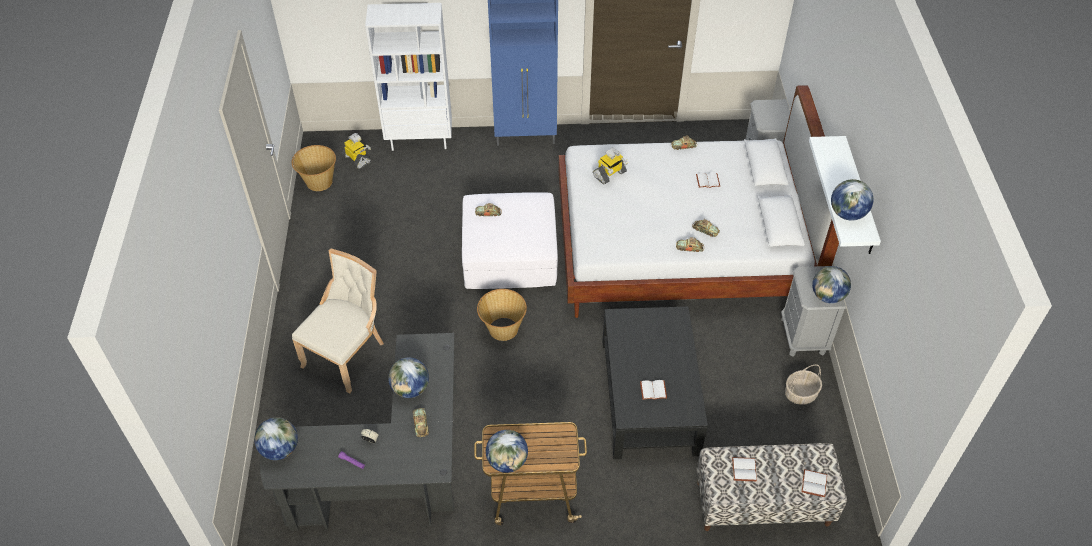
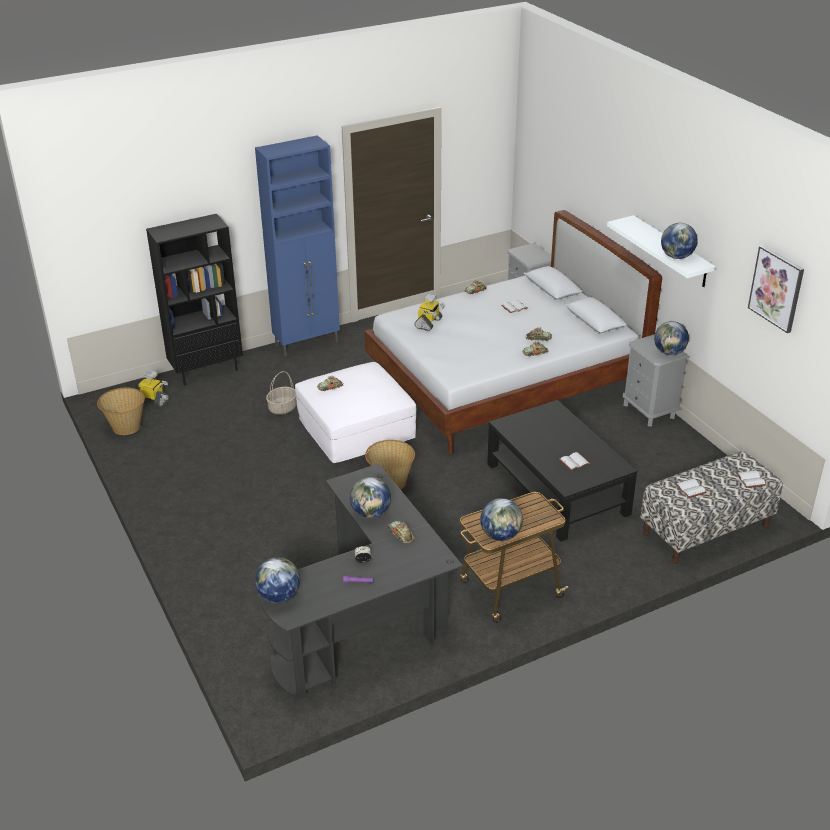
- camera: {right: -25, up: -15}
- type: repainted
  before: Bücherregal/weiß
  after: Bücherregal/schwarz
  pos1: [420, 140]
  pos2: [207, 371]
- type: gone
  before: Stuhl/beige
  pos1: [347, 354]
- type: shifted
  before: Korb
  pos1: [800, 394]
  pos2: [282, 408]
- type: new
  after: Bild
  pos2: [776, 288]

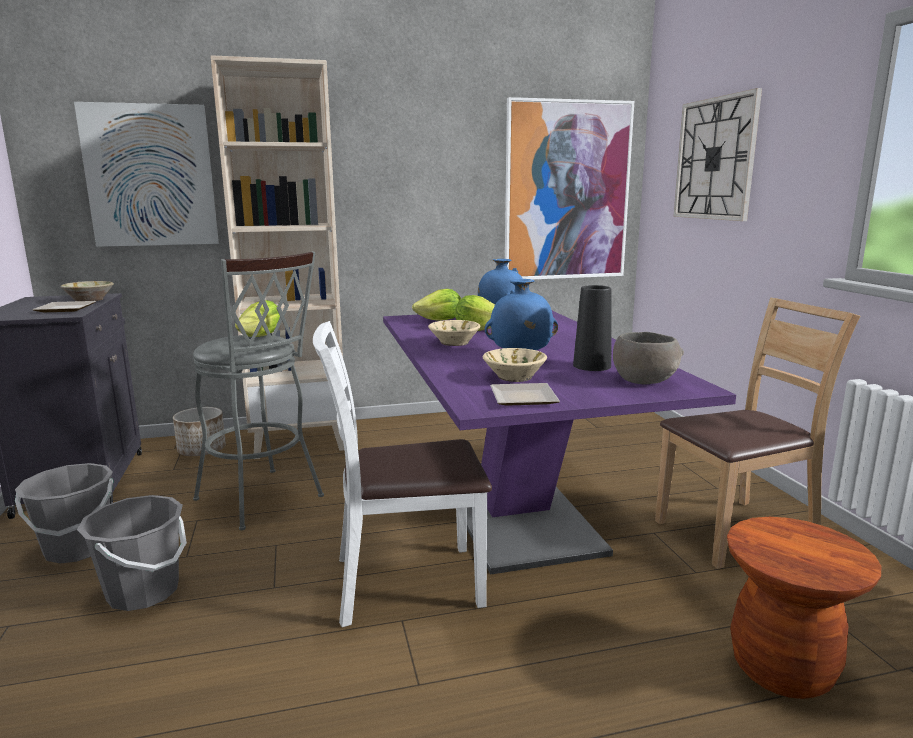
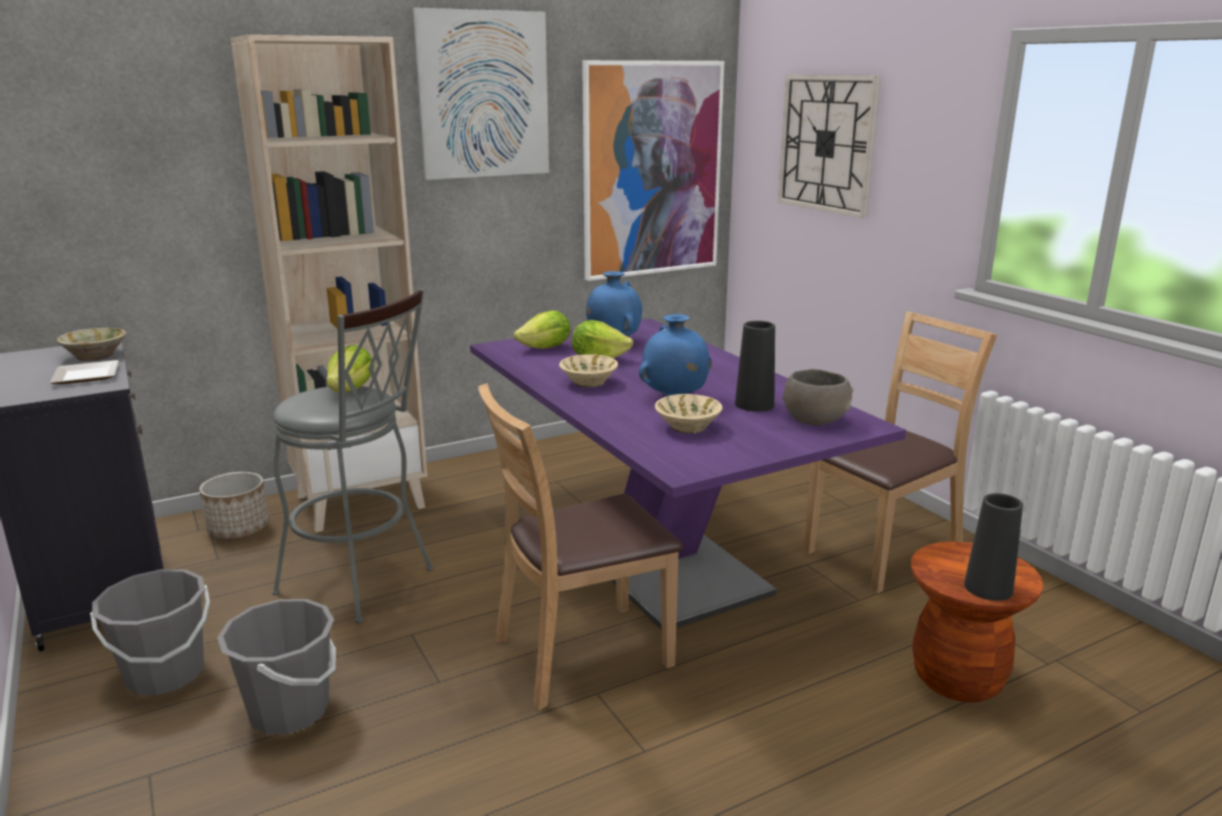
- camera: {right: -15, up: 5}
- type: shifted
  before: Bild
  pos1: [150, 176]
  pos2: [484, 95]
- type: repainted
  before: Stuhl/weiß
  after: Stuhl/braun
  pos1: [406, 582]
  pos2: [580, 654]
- type: gone
  before: Teller
  pos1: [526, 399]
- type: new
  after: Vase/schwarz
  pos2: [988, 588]

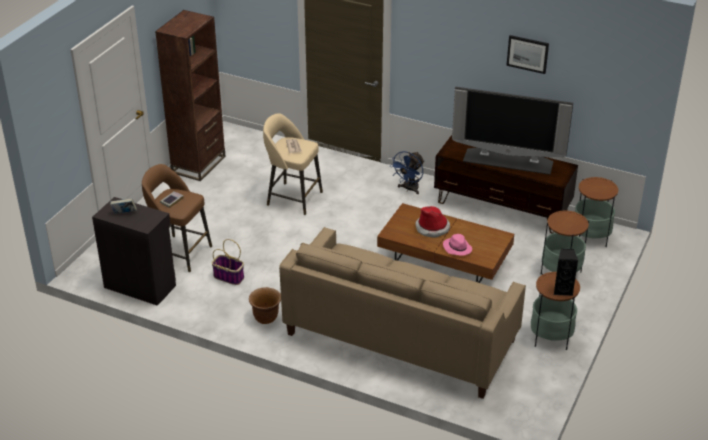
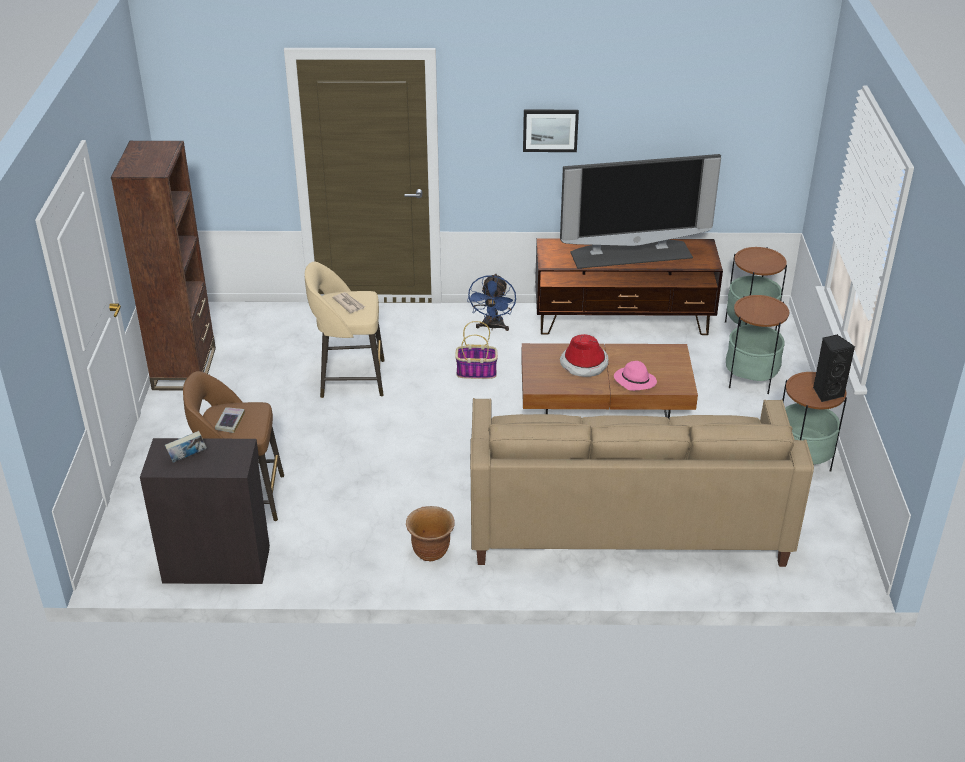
- camera: {right: -25, up: 0}
- type: shifted
  before: Bild
  pos1: [527, 54]
  pos2: [550, 130]
- type: shifted
  before: Korb
  pos1: [229, 277]
  pos2: [477, 372]

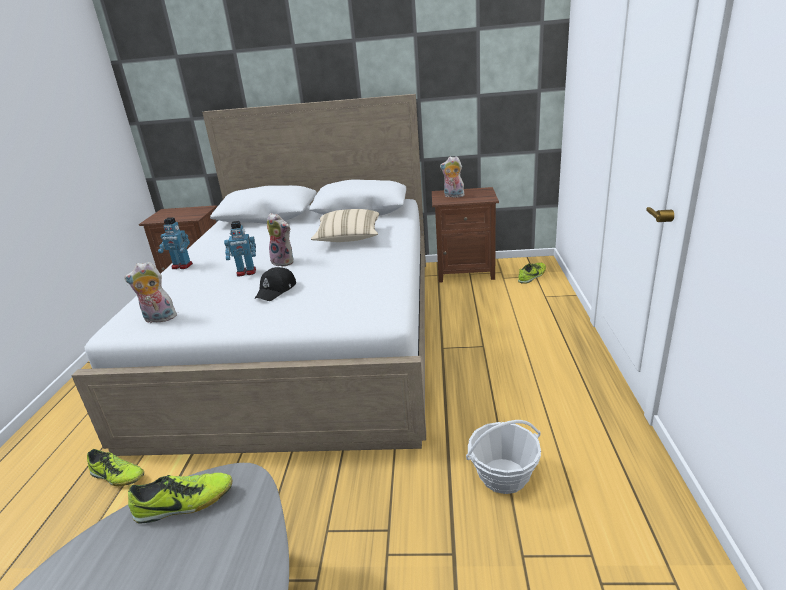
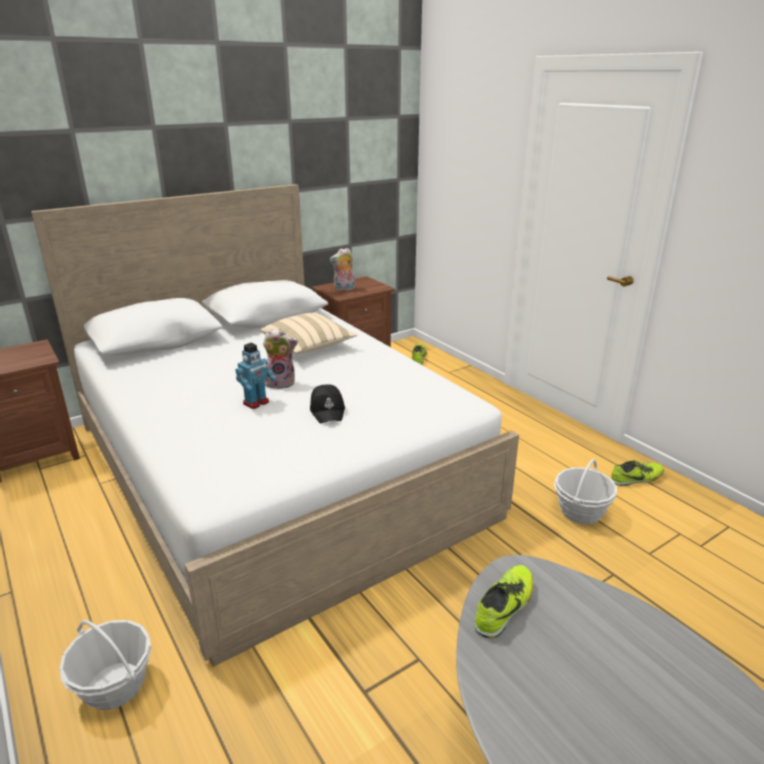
- camera: {right: -40, up: 0}
- type: gone
  before: Spielzeugroboter
  pos1: [181, 266]
- type: gone
  before: Plüschtier
  pos1: [158, 319]
- type: shifted
  before: Schuh
  pos1: [117, 476]
  pos2: [636, 479]
- type: new
  after: Korb
  pos2: [115, 685]

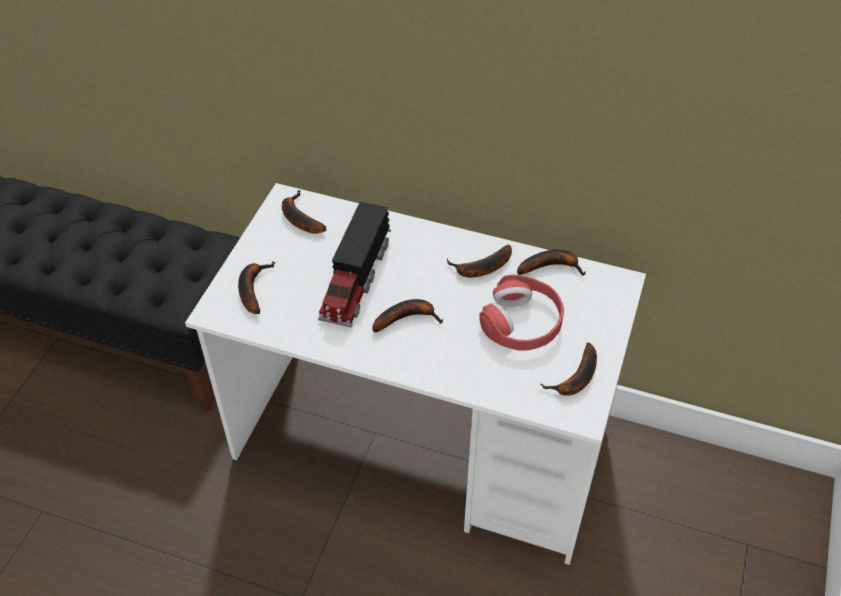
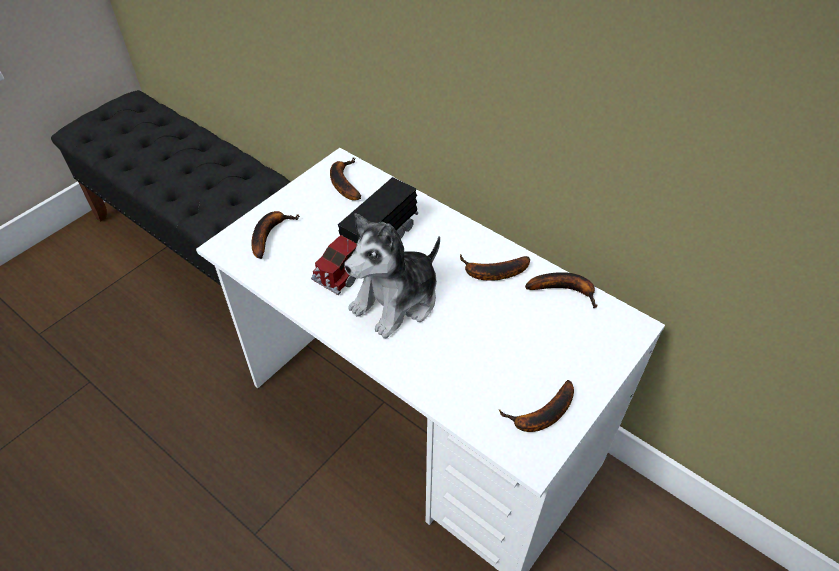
- camera: {right: 20, up: 0}
- type: gone
  before: Kopfhörer/rot
  pos1: [522, 323]
- type: swapped
  before: Banane
  after: Plüschtier
  pos1: [407, 318]
  pos2: [397, 301]

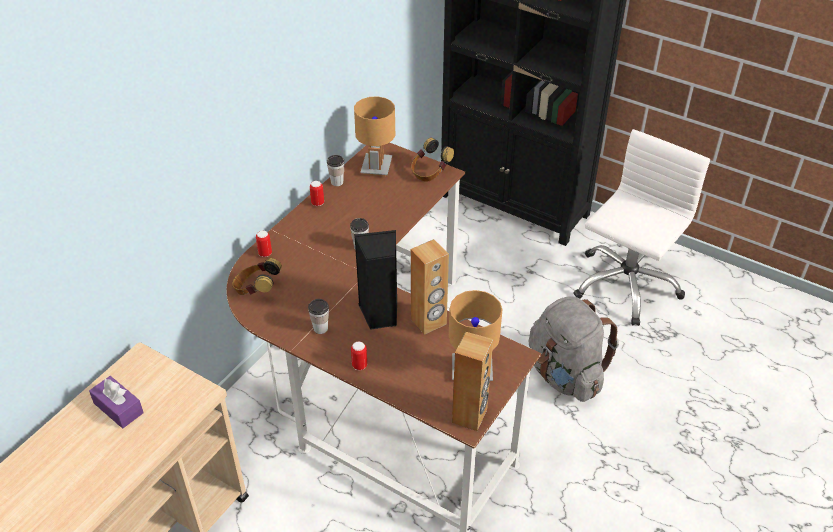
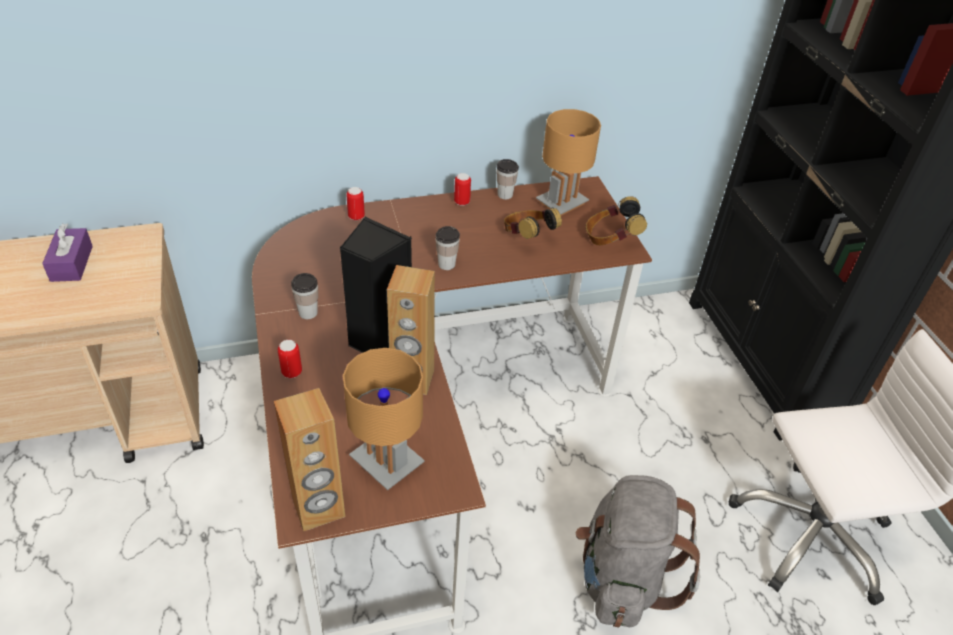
- camera: {right: 40, up: 0}
- type: shifted
  before: Kopfhörer
  pos1: [257, 290]
  pos2: [527, 237]

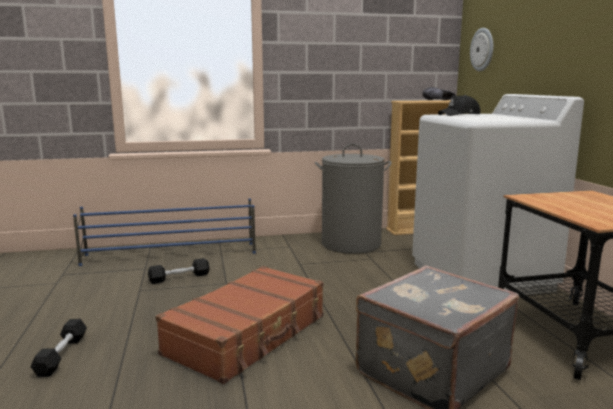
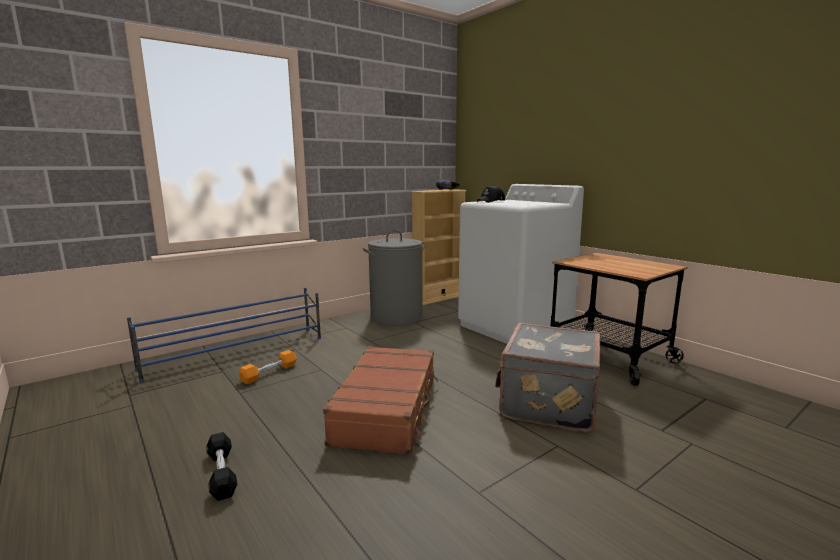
- camera: {right: -25, up: 0}
- type: gone
  before: Wanduhr
  pos1: [482, 49]
- type: repainted
  before: Hantel/schwarz
  after: Hantel/orange
  pos1: [179, 277]
  pos2: [269, 373]

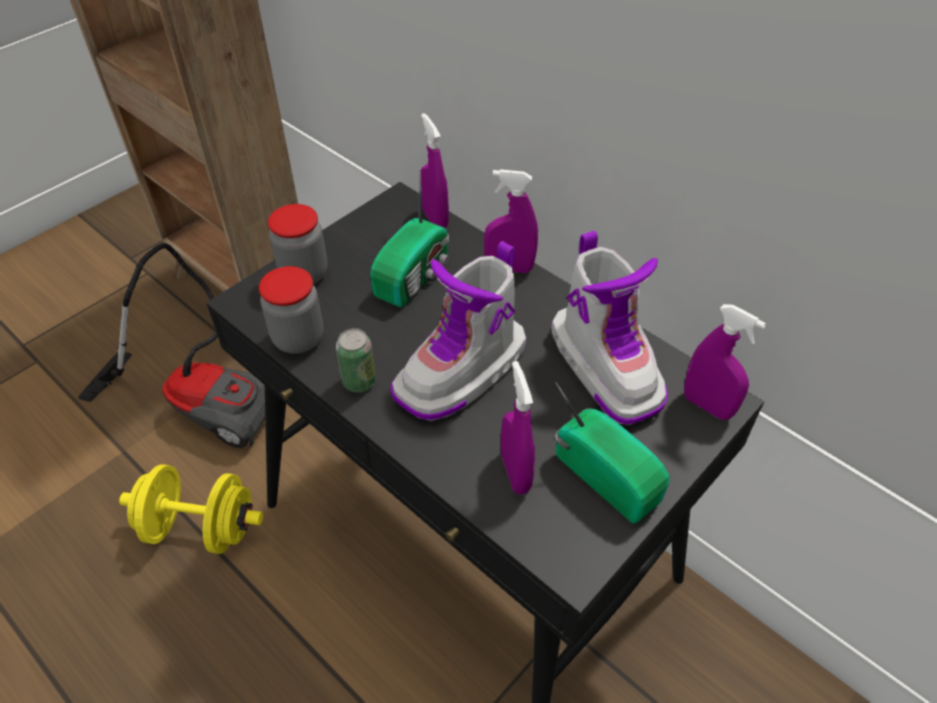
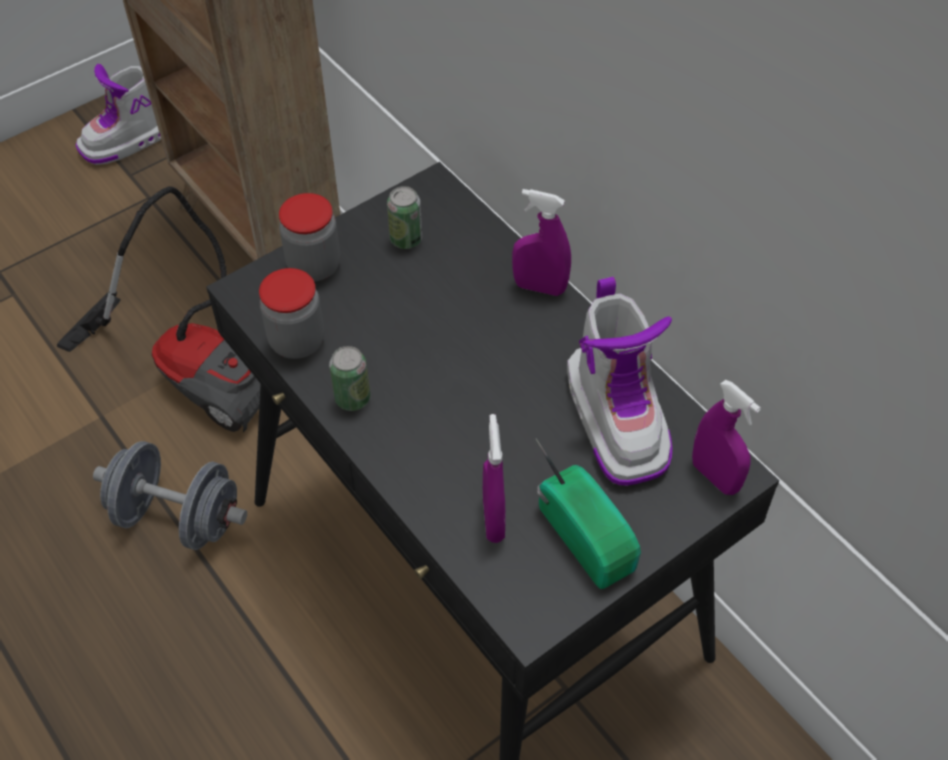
- camera: {right: 10, up: 5}
- type: gone
  before: Sprühflasche/lila
  pos1: [435, 219]
- type: gone
  before: Radio
  pos1: [415, 276]
- type: shifted
  before: Stiefel
  pos1: [463, 372]
  pos2: [128, 141]
- type: repainted
  before: Hantel/gelb
  after: Hantel/grau
  pos1: [200, 527]
  pos2: [178, 517]
- type: new
  after: Dose
  pos2: [406, 239]

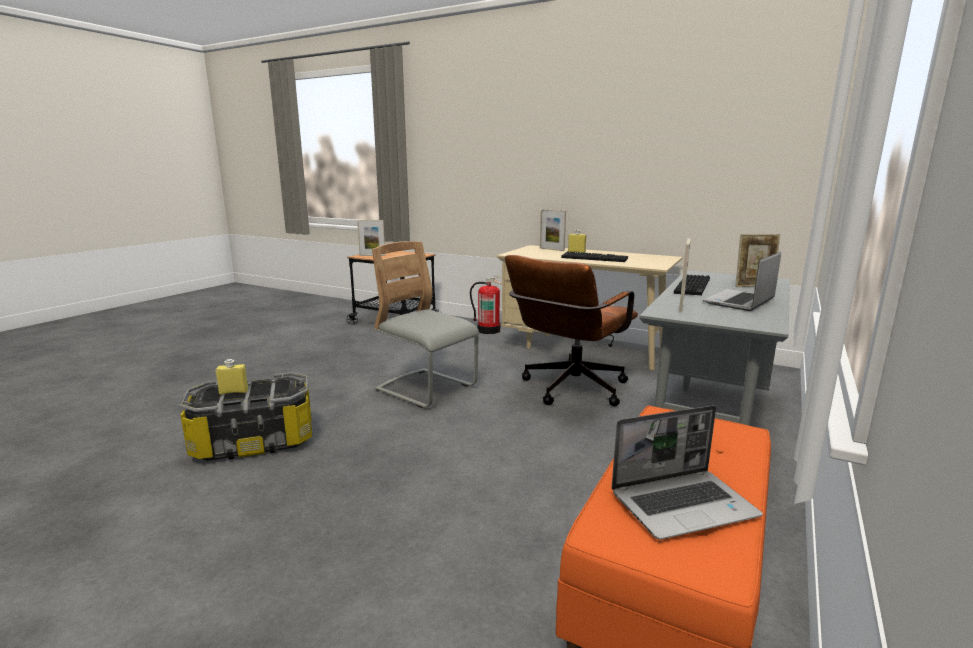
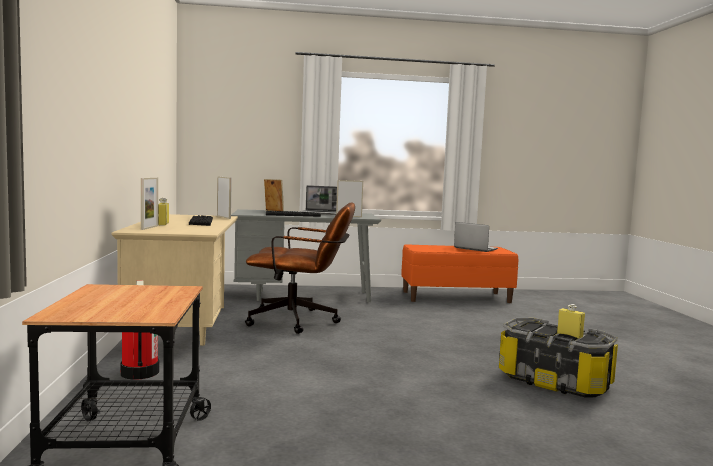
- camera: {right: -125, up: -10}
- type: shifted
  before: Bilderrahmen
  pos1: [372, 255]
  pos2: [223, 217]
- type: gone
  before: Stuhl/grau
  pos1: [426, 389]

